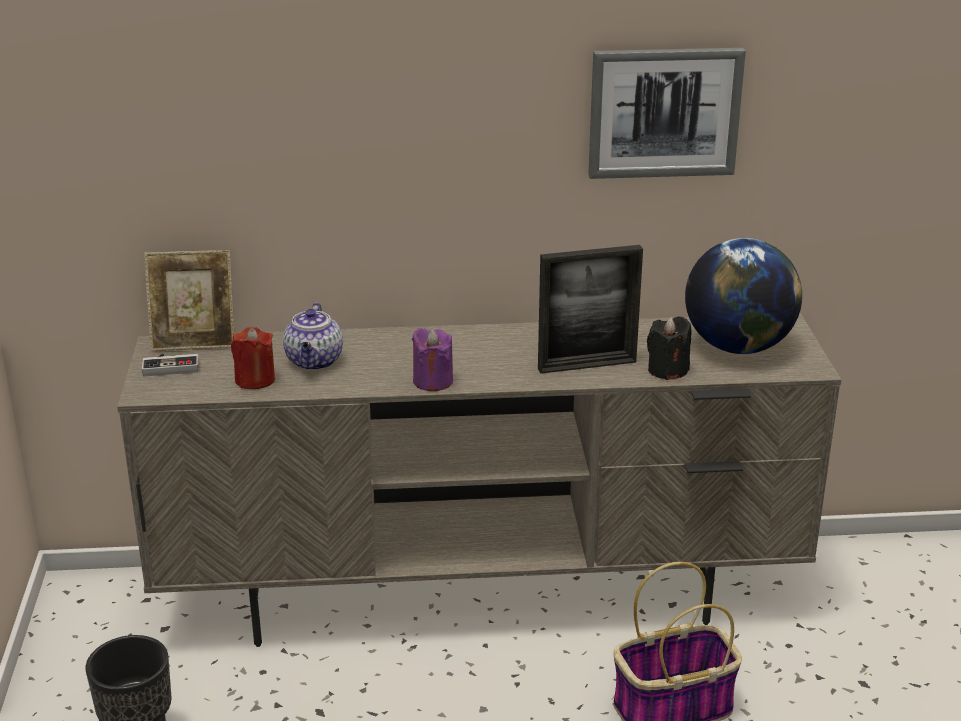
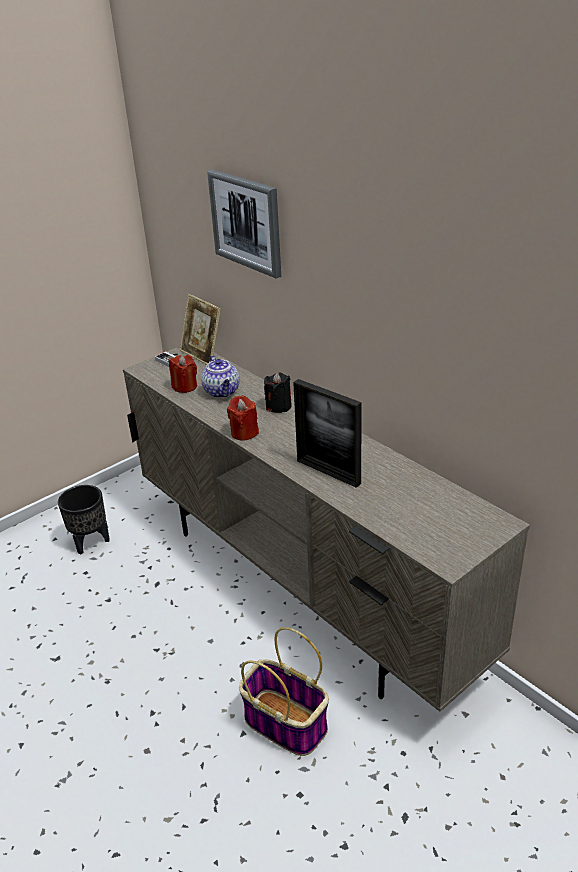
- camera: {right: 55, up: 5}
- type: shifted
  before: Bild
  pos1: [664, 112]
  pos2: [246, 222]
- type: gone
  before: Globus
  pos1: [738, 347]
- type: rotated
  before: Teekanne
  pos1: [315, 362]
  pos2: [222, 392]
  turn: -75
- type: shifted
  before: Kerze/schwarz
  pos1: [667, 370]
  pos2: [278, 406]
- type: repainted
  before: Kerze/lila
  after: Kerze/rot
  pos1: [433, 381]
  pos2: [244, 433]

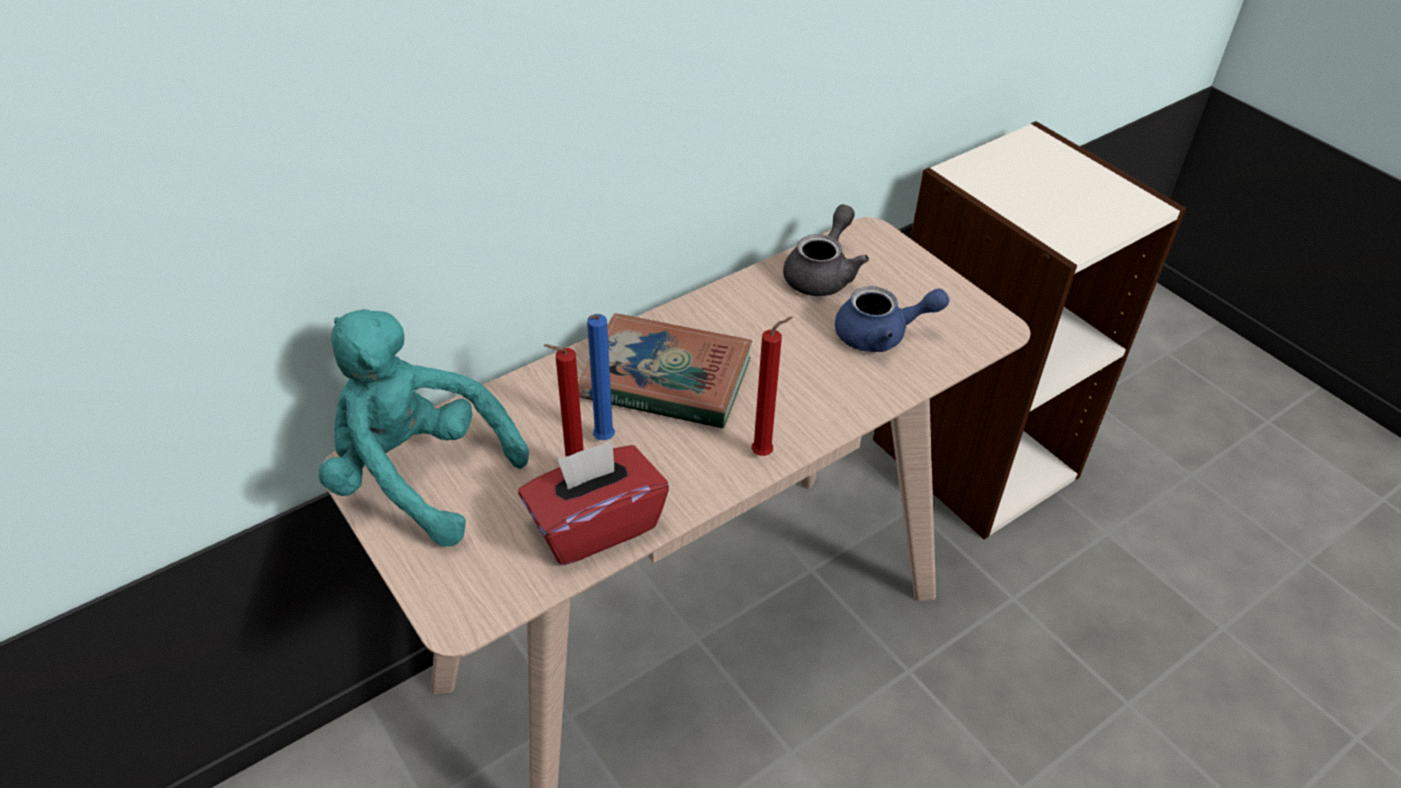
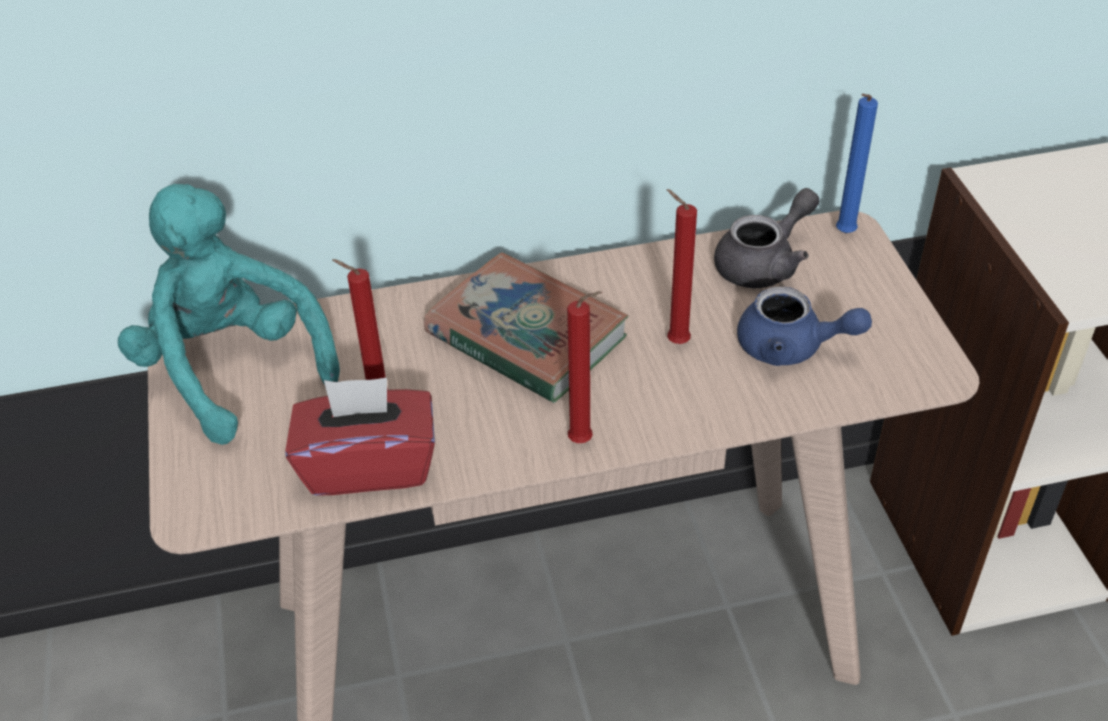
- camera: {right: 25, up: 0}
- type: shifted
  before: Kerze/blau
  pos1: [602, 441]
  pos2: [843, 234]
- type: new
  after: Kerze/rot
  pos2: [674, 342]

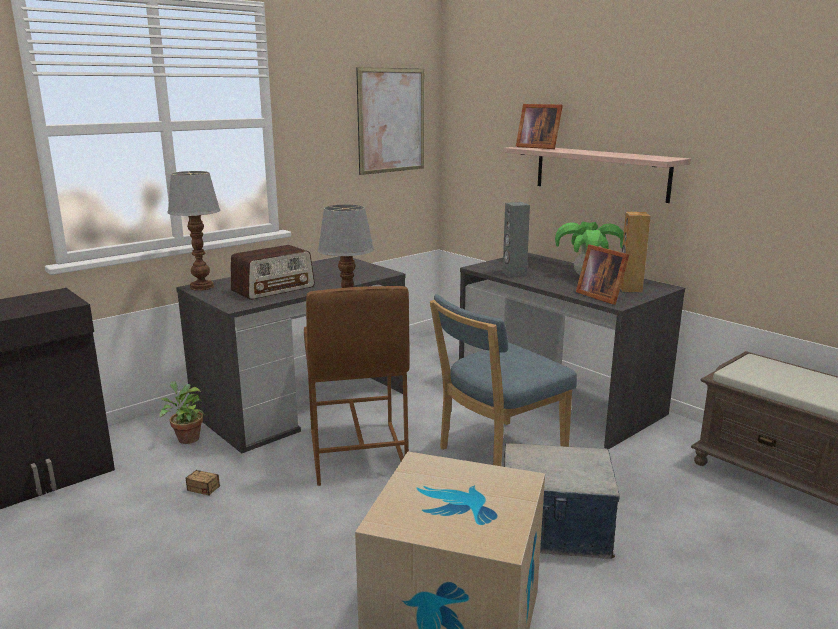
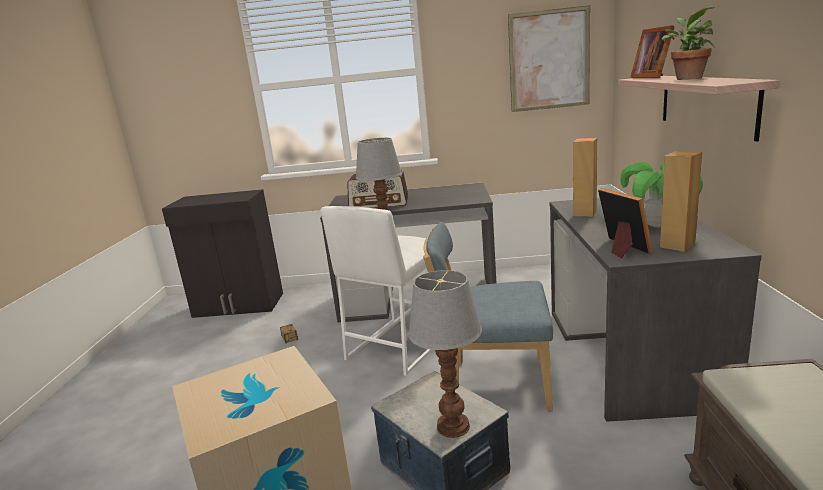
- camera: {right: 45, up: 0}
- type: shifted
  before: Tischlampe
  pos1: [202, 287]
  pos2: [453, 427]
- type: repainted
  before: Lautsprecher/grau
  after: Lautsprecher/braun
  pos1: [514, 274]
  pos2: [584, 213]
- type: rotated
  before: Bilderrahmen
  pos1: [600, 296]
  pos2: [621, 248]
  turn: 150
- type: repainted
  before: Hocker/braun
  after: Hocker/weiß
  pos1: [356, 453]
  pos2: [398, 345]
- type: shifted
  before: Topfpflanze
  pos1: [186, 438]
  pos2: [686, 78]

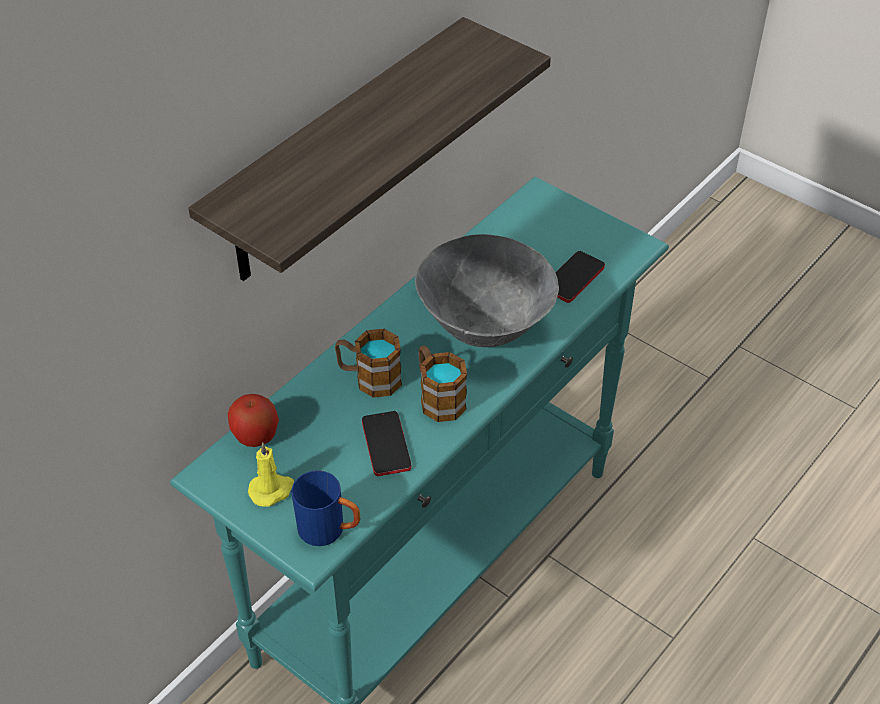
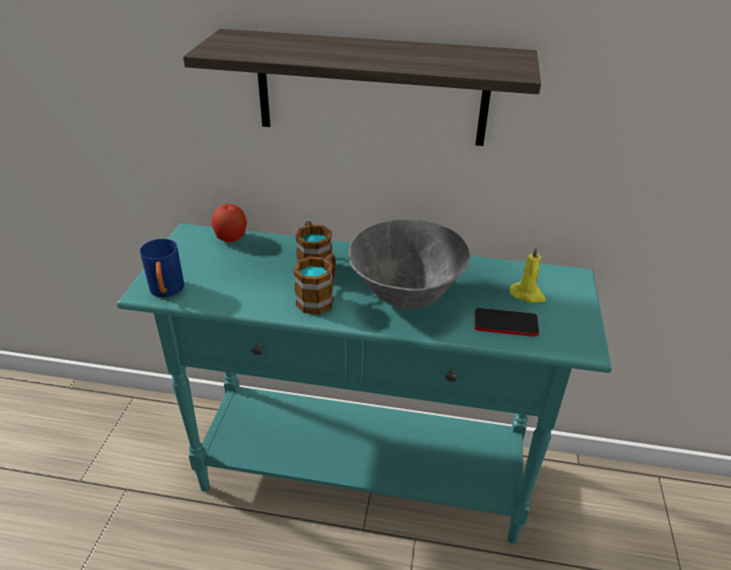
- camera: {right: 60, up: -10}
- type: gone
  before: Handy
  pos1: [386, 444]
- type: shifted
  before: Kerze/gelb
  pos1: [272, 490]
  pos2: [527, 294]

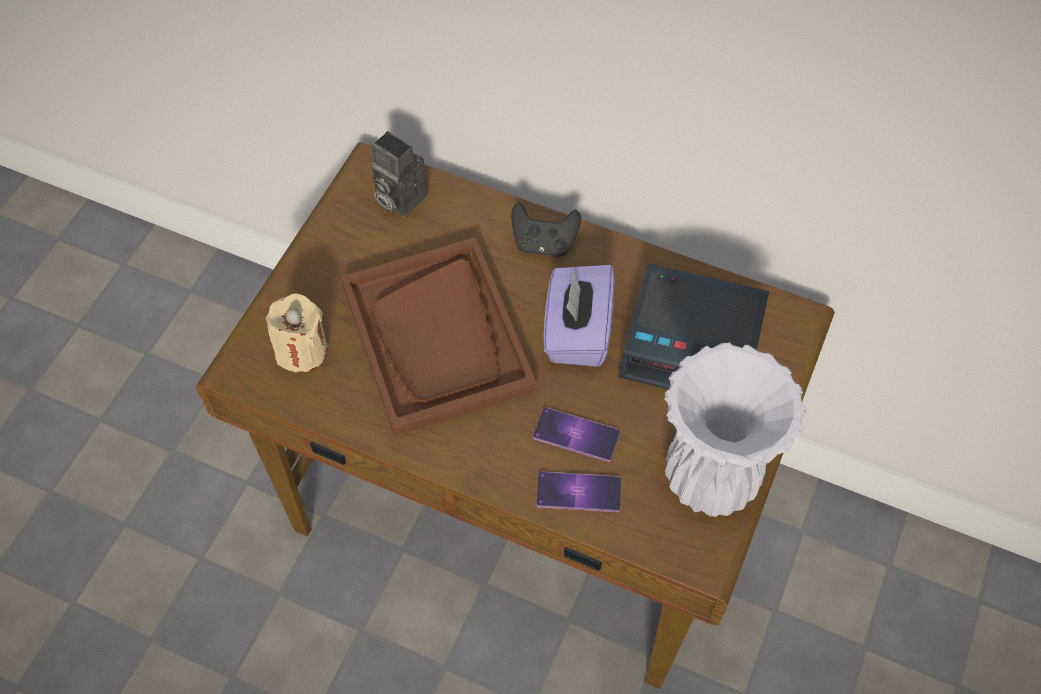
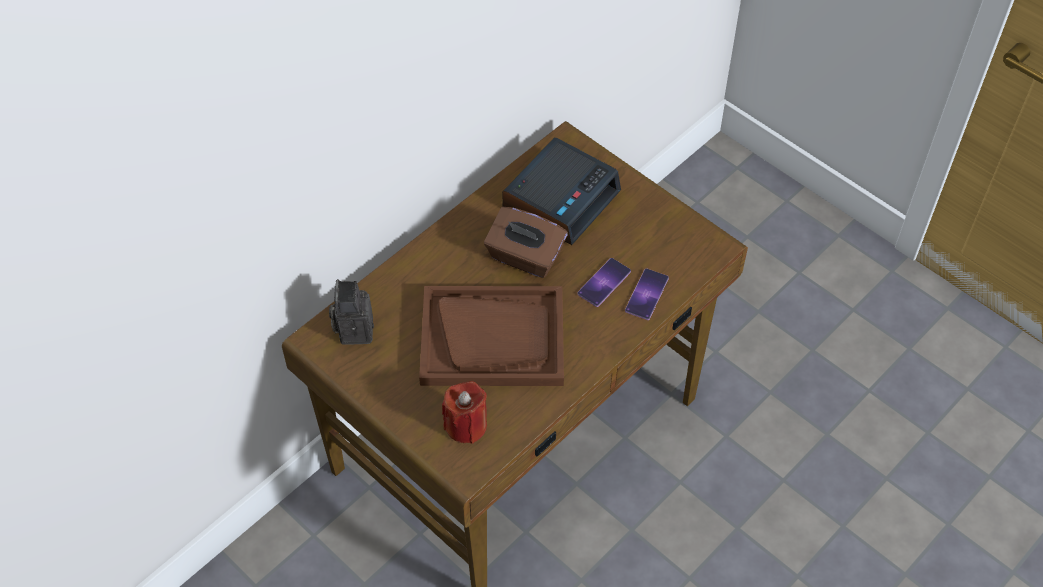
- camera: {right: -70, up: -5}
- type: rotated
  before: Kamera
  pos1: [398, 198]
  pos2: [354, 329]
  turn: 120
- type: gone
  before: Gamepad/schwarz
  pos1: [544, 243]
- type: repainted
  before: Taschentuchbox/lila
  after: Taschentuchbox/braun
  pos1: [577, 332]
  pos2: [525, 257]
- type: repainted
  before: Kerze/beige
  after: Kerze/rot
  pos1: [302, 350]
  pos2: [466, 425]
- type: gone
  before: Vase/weiß
  pos1: [708, 479]

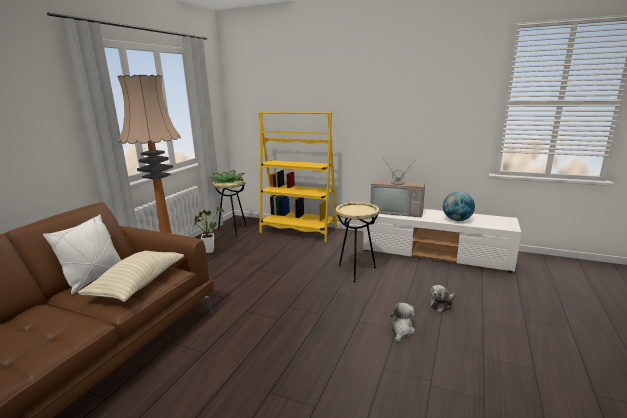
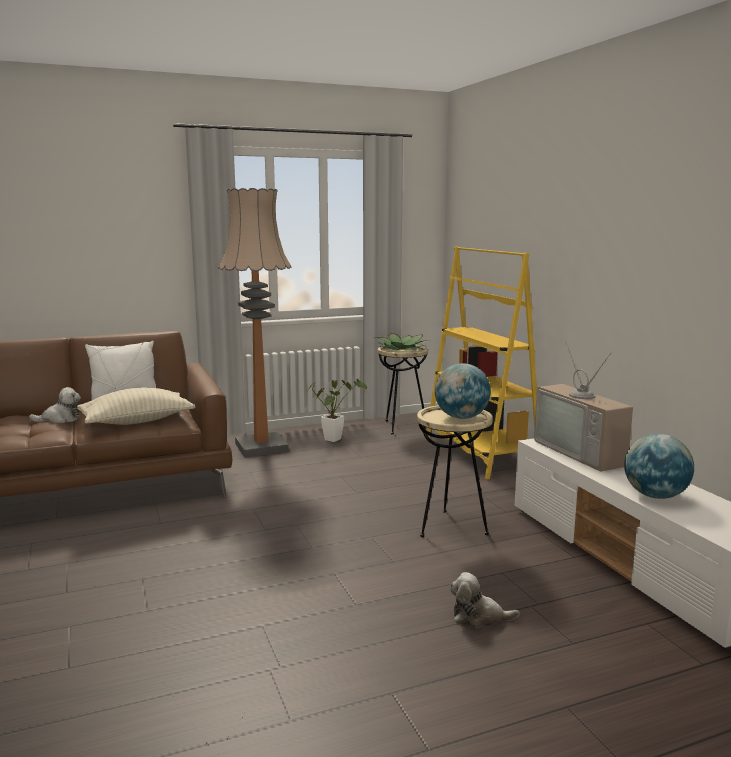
- camera: {right: 45, up: -5}
- type: shifted
  before: Plüschtier
  pos1: [401, 330]
  pos2: [60, 419]
- type: new
  after: Globus
  pos2: [461, 417]

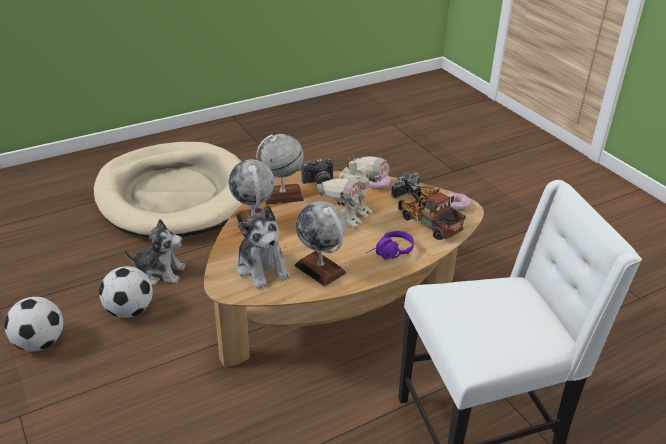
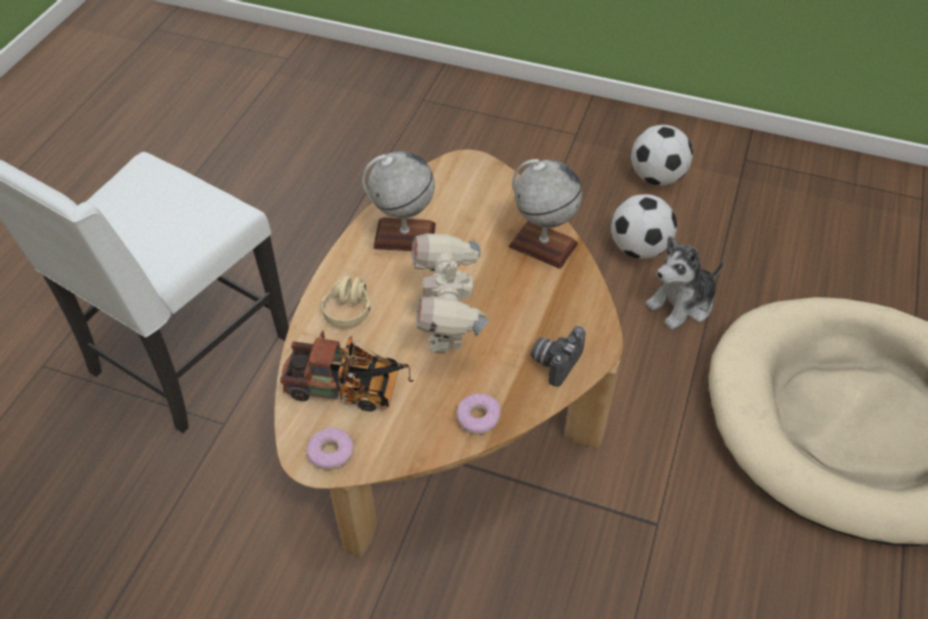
- camera: {right: 140, up: 15}
- type: gone
  before: Globus
  pos1: [282, 195]
- type: gone
  before: Kamera
  pos1: [408, 194]
- type: gone
  before: Plüschtier
  pos1: [262, 268]
- type: repainted
  before: Kopfhörer/lila
  after: Kopfhörer/beige
  pos1: [390, 253]
  pos2: [350, 304]

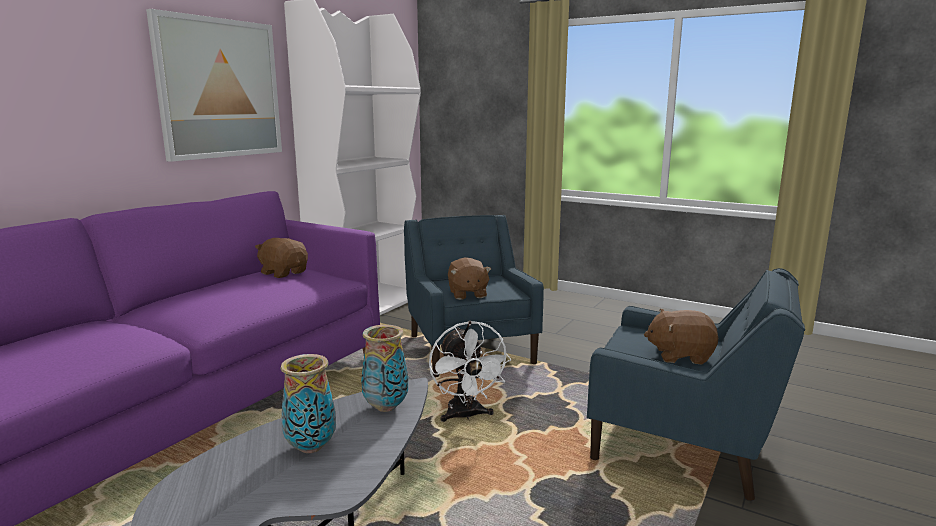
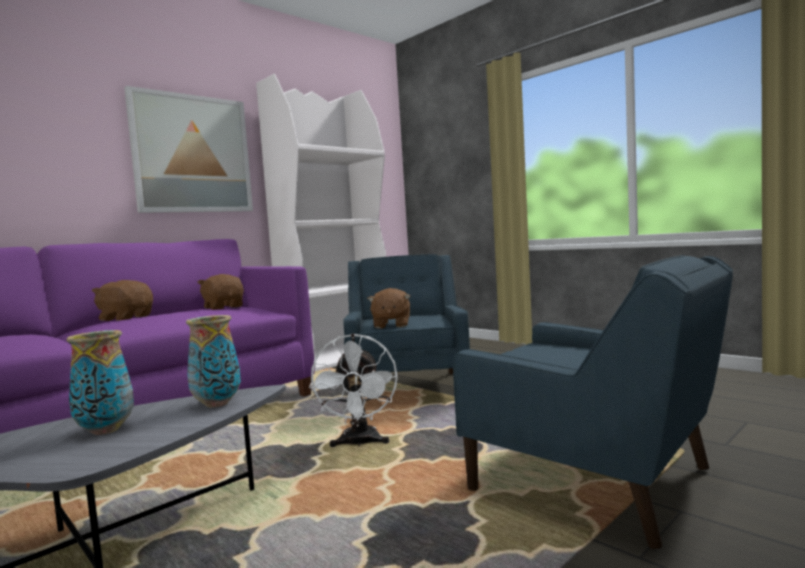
- camera: {right: 15, up: -10}
- type: shifted
  before: Plüschtier/braun
  pos1: [680, 355]
  pos2: [126, 318]

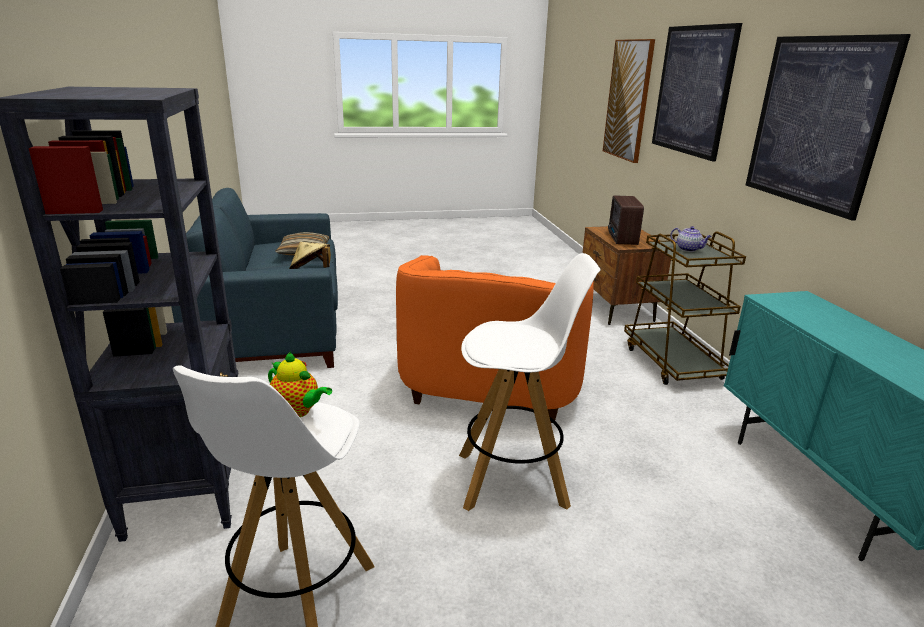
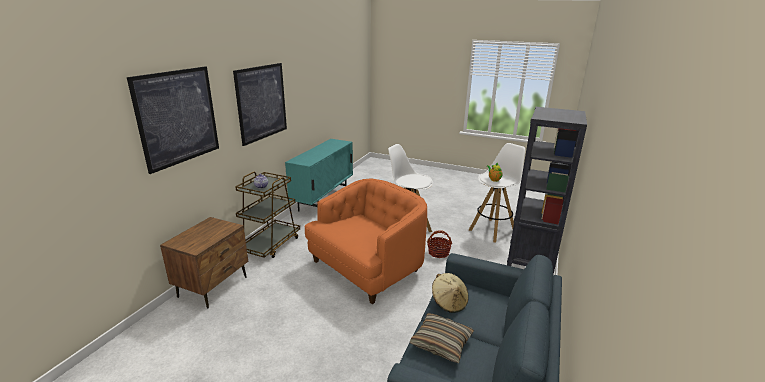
- camera: {right: -145, up: 0}
- type: gone
  before: Bild
  pos1: [628, 100]
- type: gone
  before: Radio
  pos1: [621, 239]
- type: new
  after: Korb
  pos2: [438, 252]

